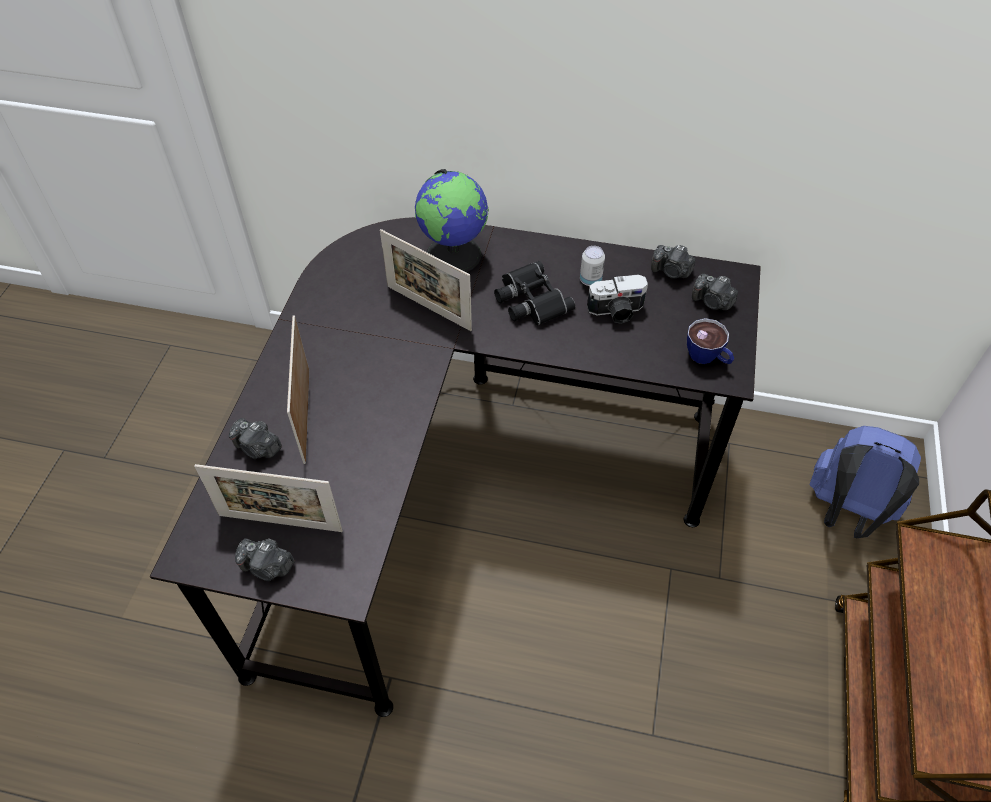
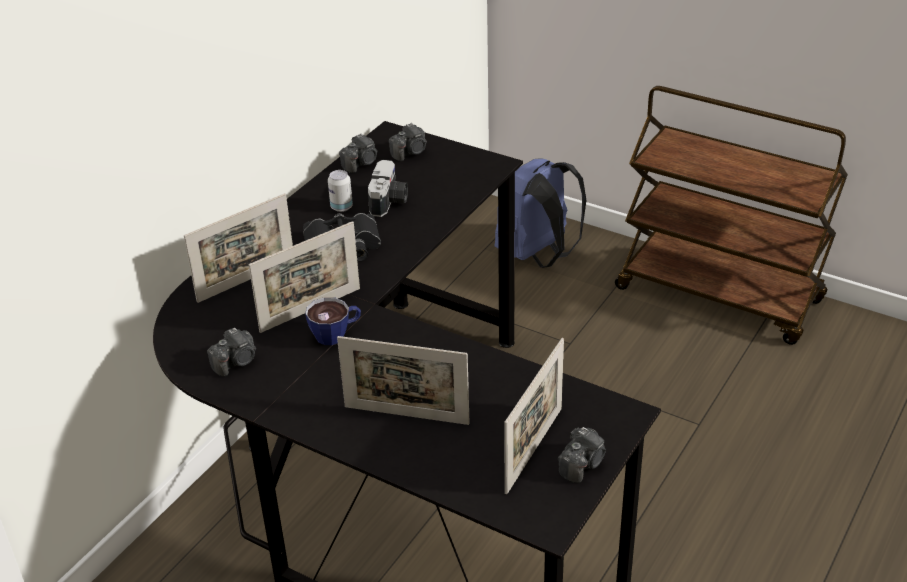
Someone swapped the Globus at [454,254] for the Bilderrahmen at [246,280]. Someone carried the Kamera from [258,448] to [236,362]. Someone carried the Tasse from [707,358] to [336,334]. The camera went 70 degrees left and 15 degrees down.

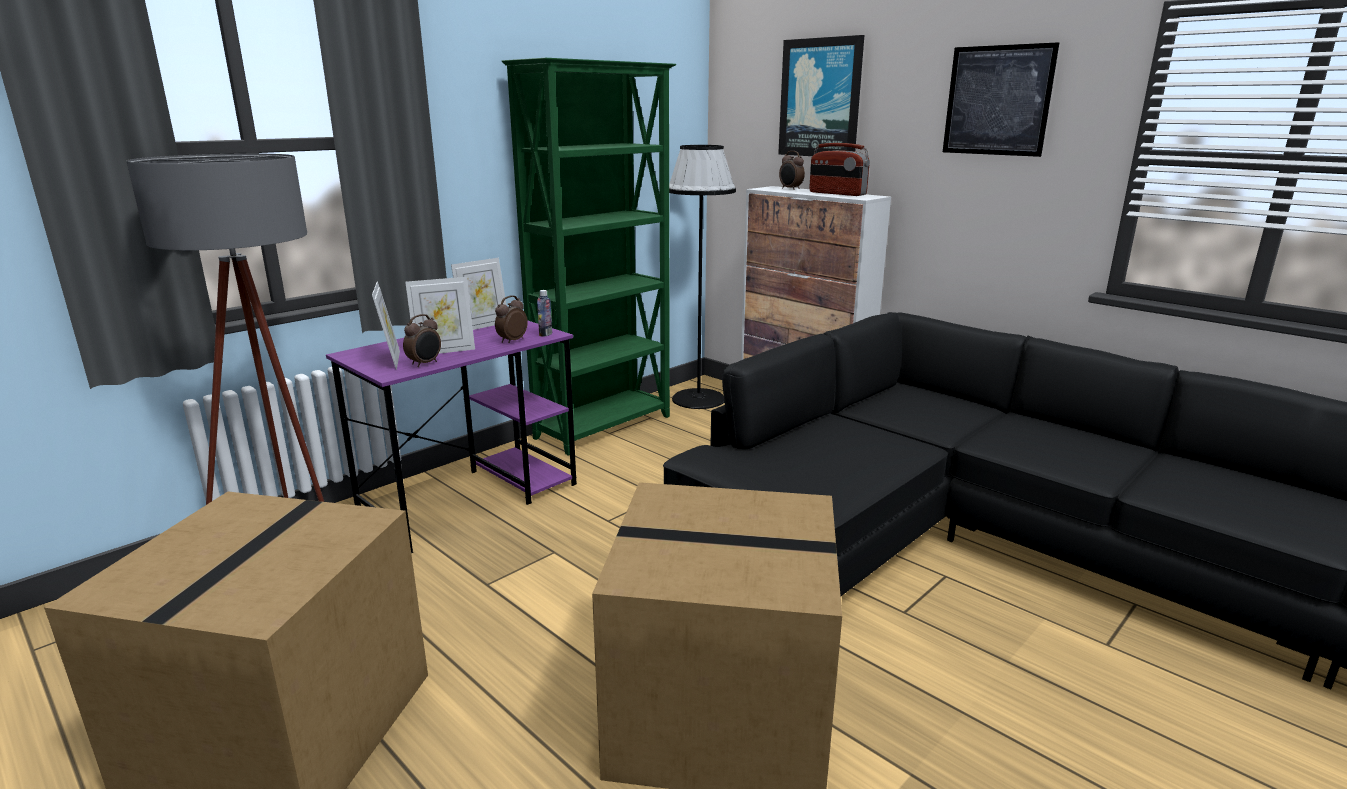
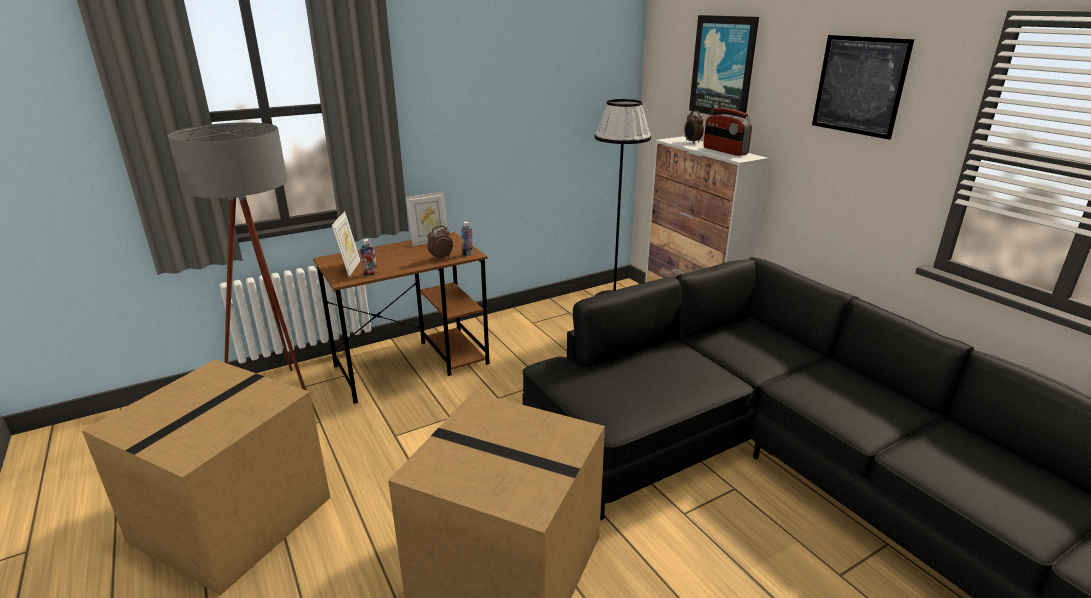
Someone repainted the Schreibtisch [lila] at [472,498], which became the Schreibtisch [braun] at [413,364]. Someone swapped the Wecker at [425,364] for the Flasche at [370,273]. Someone took away the Bilderrahmen at [444,351]. Someone took away the Bücherregal [grün] at [605,427]. The camera went 15 degrees right and 5 degrees up.

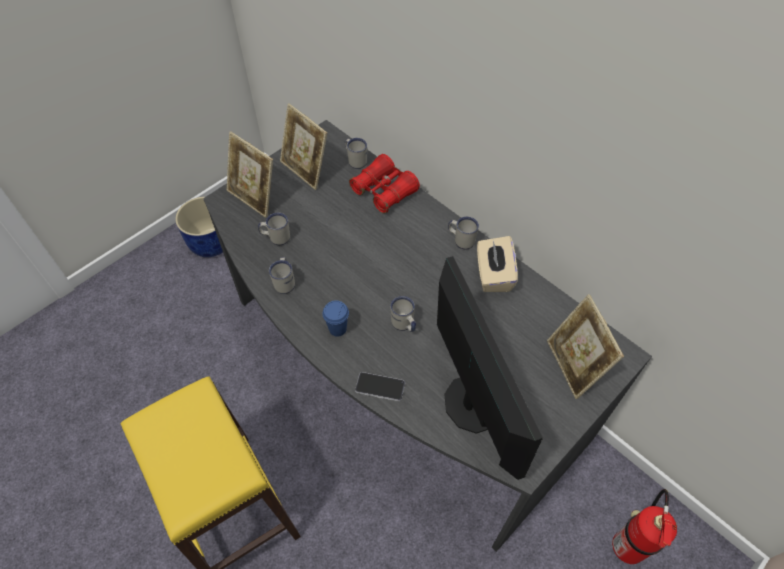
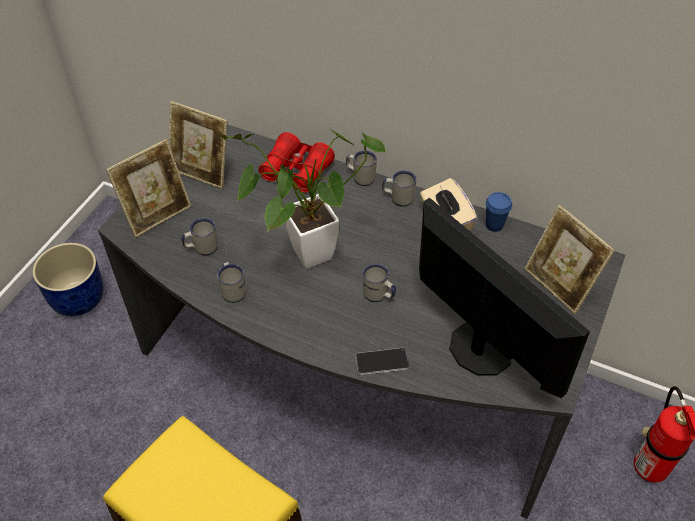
Someone rotated the Bilderrahmen at [254,198] by 60 degrees counterclockwise. Someone put down the Topfpflanze at [303,257]. Someone carried the Henkelbecher [weiß] from [355,160] to [360,177]. Someone carried the Tasse [blau] from [337,329] to [494,225]. The camera went 20 degrees left and 5 degrees down.

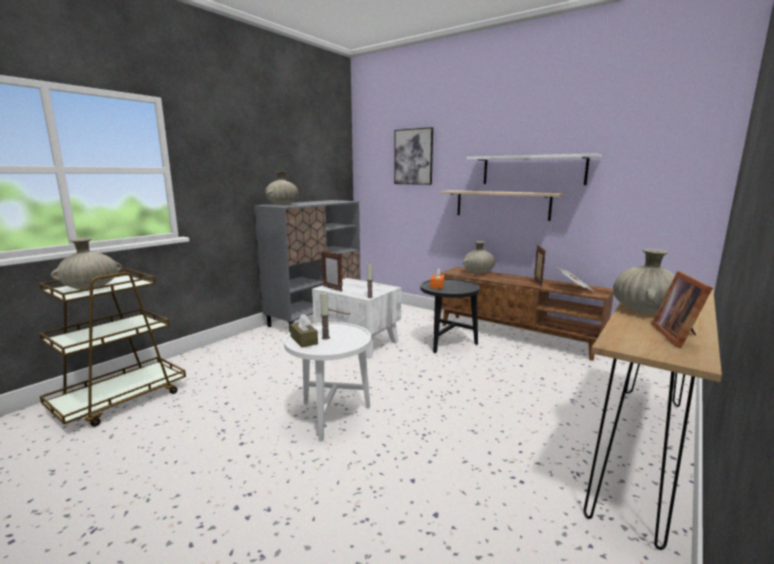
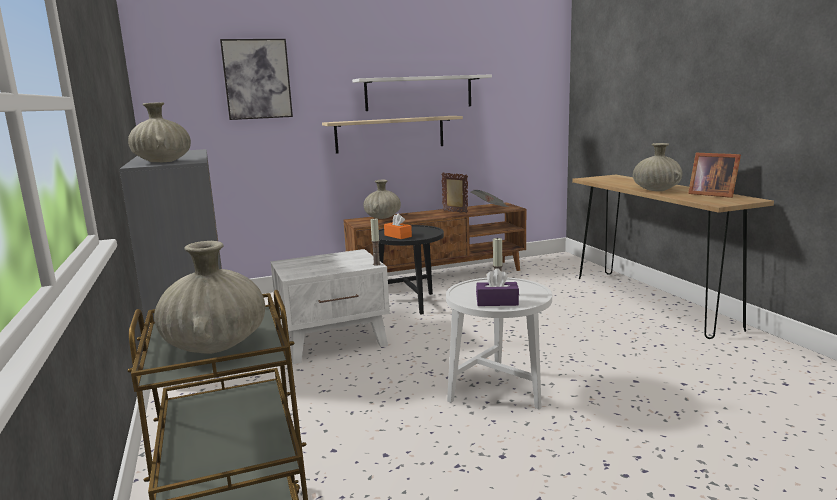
Someone repainted the Taschentuchbox [braun] at [304,340], which became the Taschentuchbox [lila] at [497,302]. Someone took away the Bilderrahmen at [332,289]. The camera went 55 degrees left and 0 degrees up.

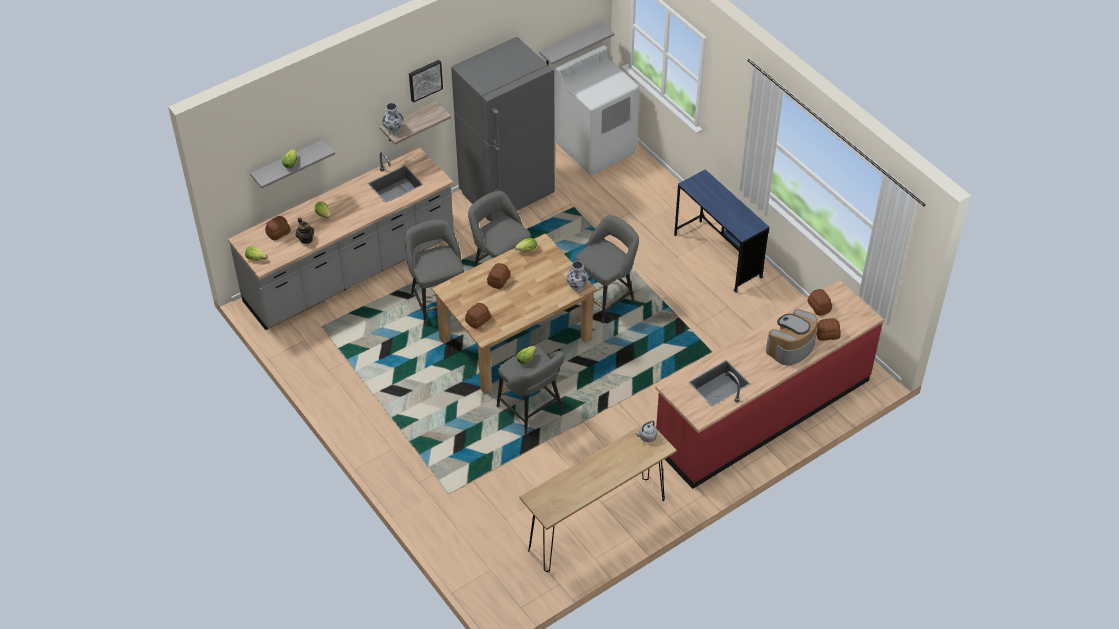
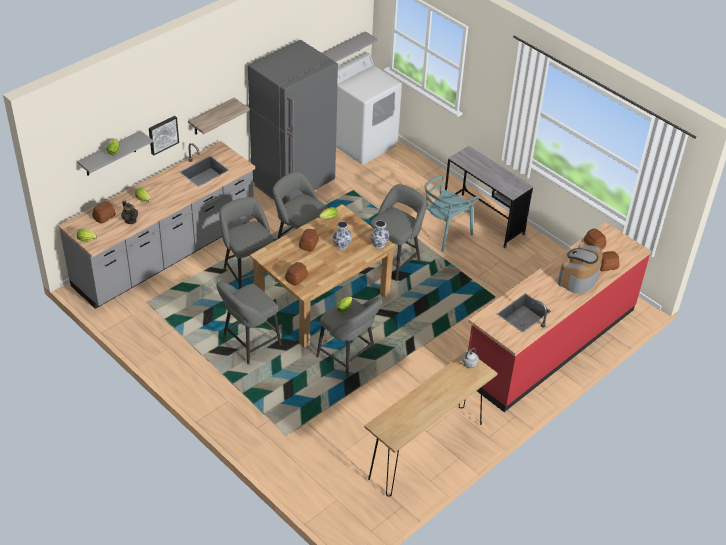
Someone carried the Bild from [424,80] to [162,134]. Someone put down the Hocker [grau] at [249,344]. Someone carried the Vase from [393,129] to [342,245]. Someone put down the Stuhl [türkis] at [443,233]. Someone repainted the Schreibtisch [blau] at [718,256], which became the Schreibtisch [grau] at [483,220]. The camera went 10 degrees left and 5 degrees down.

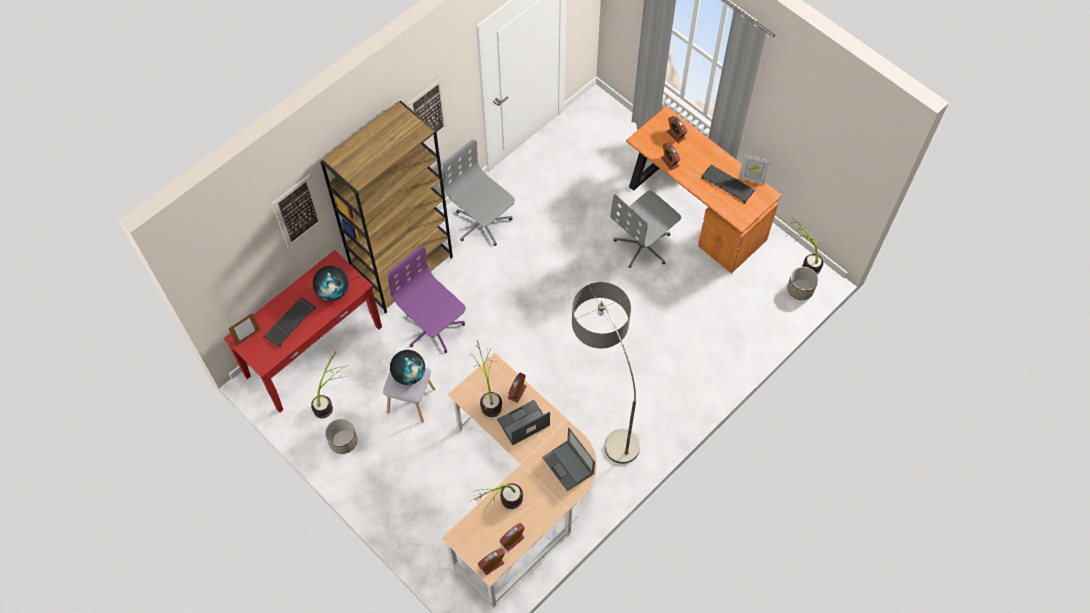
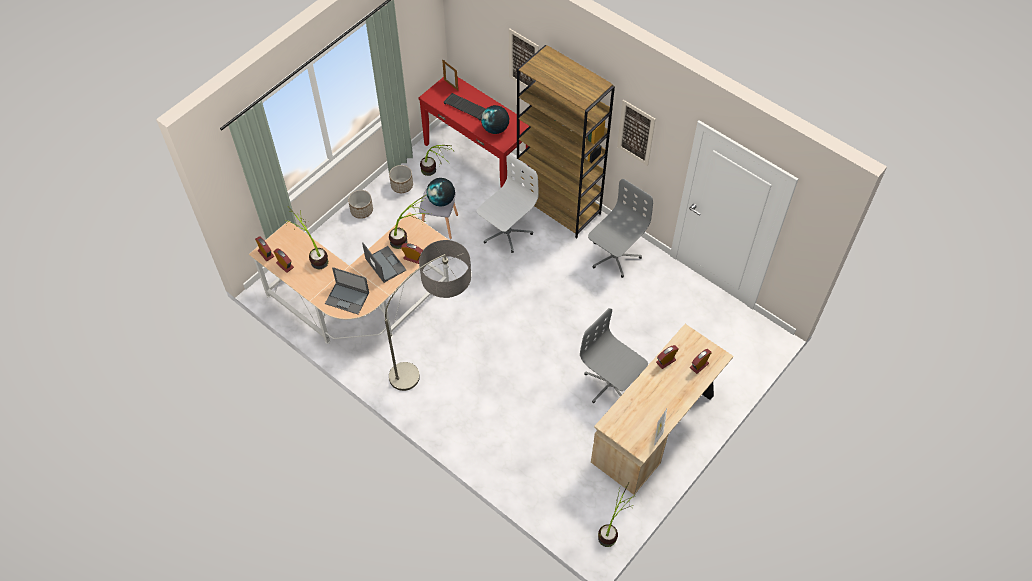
Someone rotated the Laptop at [568,466] by 120 degrees counterclockwise. Someone carried the Pflanzkübel from [800,289] to [362,210]. Someone repainted the Bürostuhl [lila] at [433,328], which became the Bürostuhl [weiß] at [506,232]. Someone repainted the Schreibtisch [orange] at [694,211], which became the Schreibtisch [beige] at [656,427]. Someone took away the Tastatur at [728,184]. The camera went 85 degrees right and 5 degrees down.

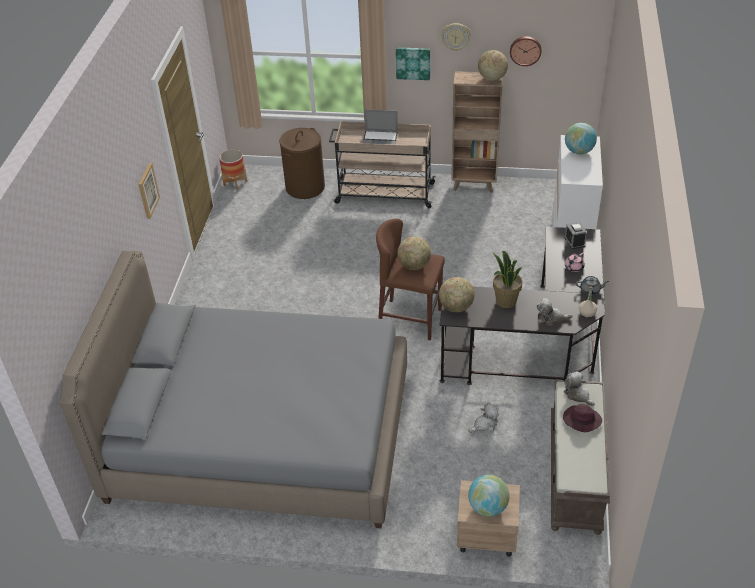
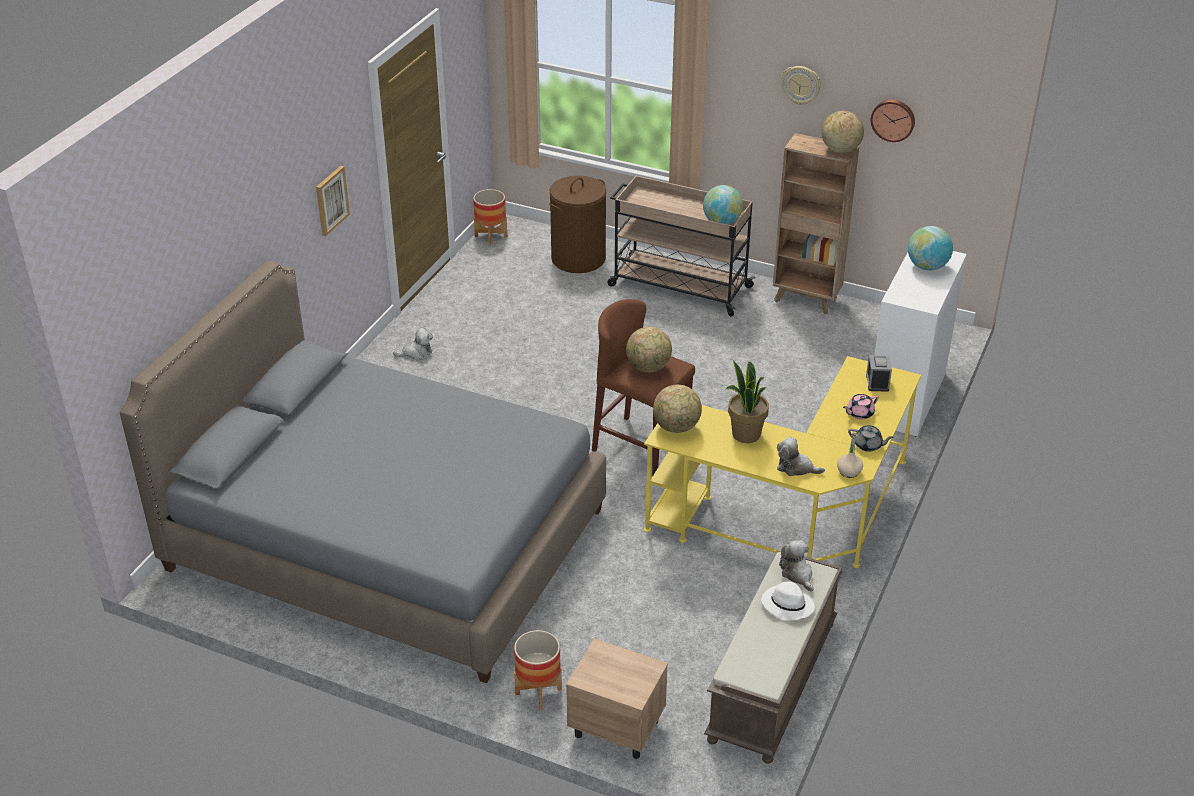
Someone carried the Plüschtier from [484,424] to [416,353]. Someone put down the Pflanzkübel at [538,691]. Someone repainted the Schreibtisch [schwarz] at [535,346], which became the Schreibtisch [gelb] at [793,516]. Someone carried the Globus from [487,507] to [721,222]. Someone repainted the Hut [lila] at [581,420], which became the Hut [weiß] at [786,605]. Someone took away the Laptop at [380,139]. Someone took away the Bild at [413,63]. The camera went 15 degrees right and 5 degrees down.

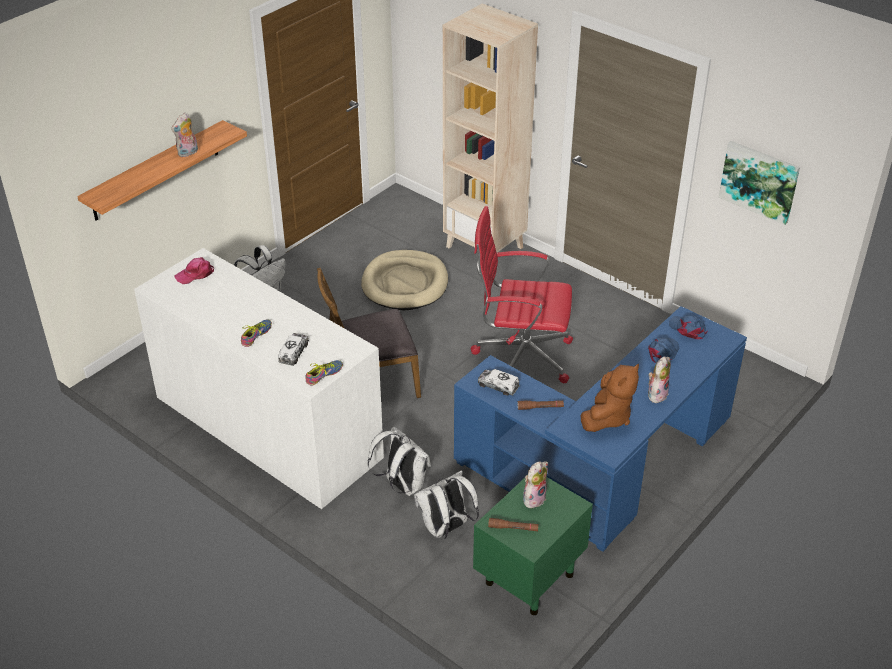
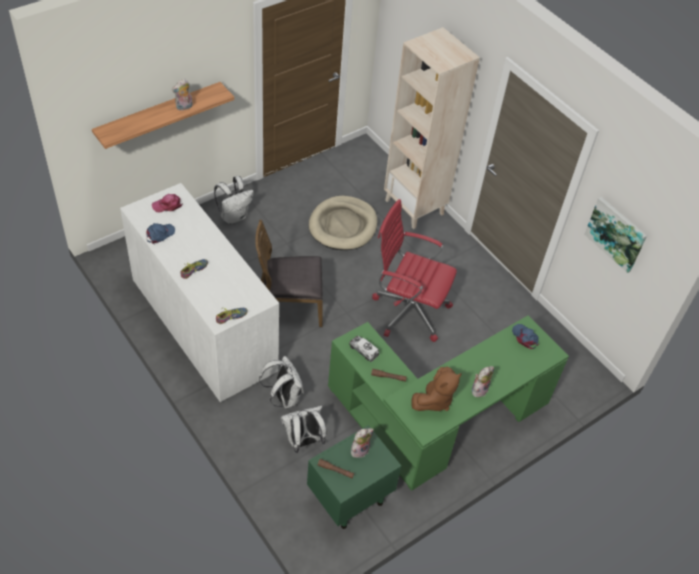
Someone carried the Kappe [blau] from [663,352] to [160,234]. Someone repainted the Schreibtisch [blau] at [604,468], which became the Schreibtisch [grün] at [437,421]. Someone took away the Spielzeuglaster at [294,353]. The camera went 10 degrees right and 10 degrees up.

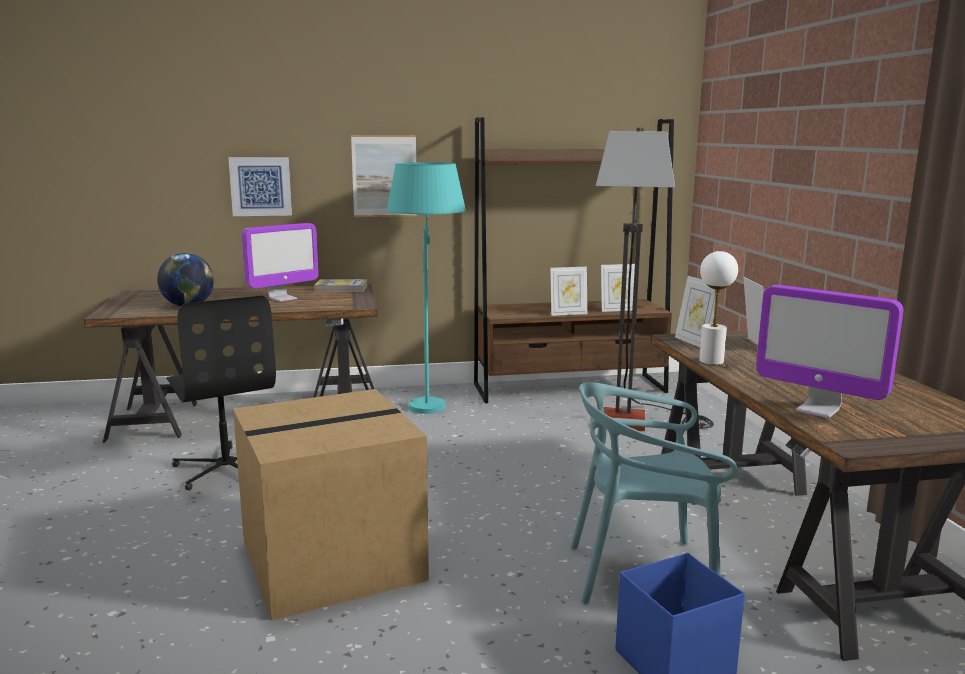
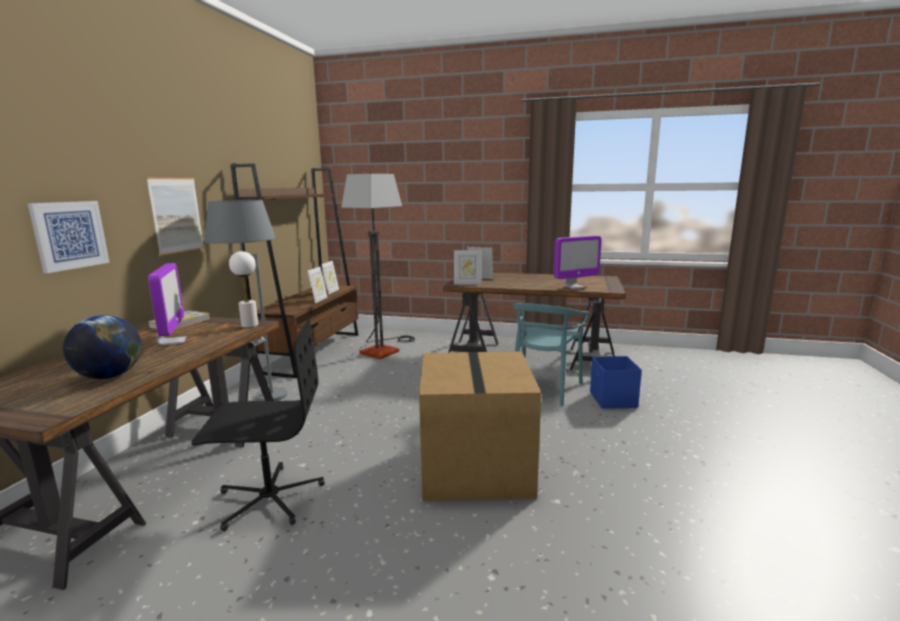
Someone repainted the Stehlampe [türkis] at [428,400], which became the Stehlampe [grau] at [259,393]. Someone carried the Tischlampe [weiß] from [711,361] to [249,325]. The camera went 65 degrees left and 0 degrees up.

